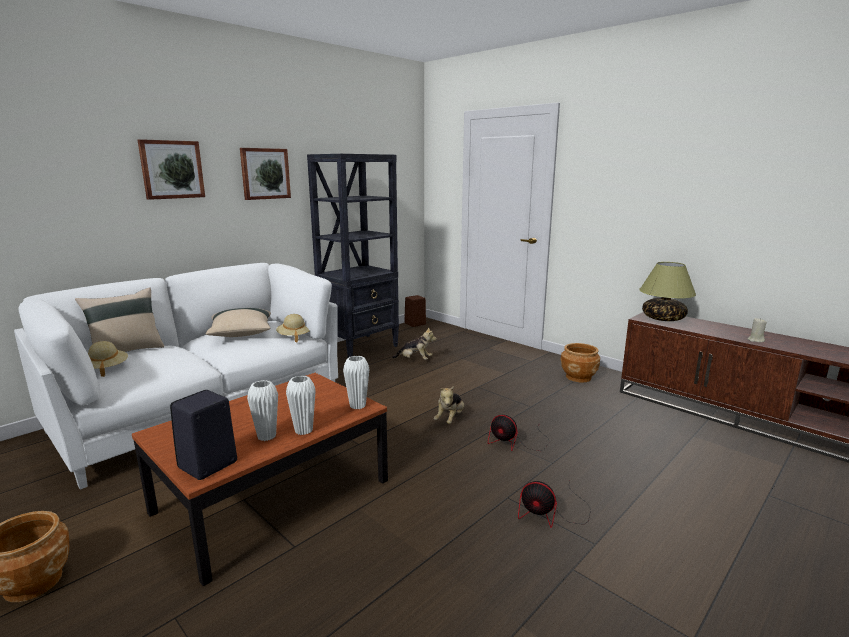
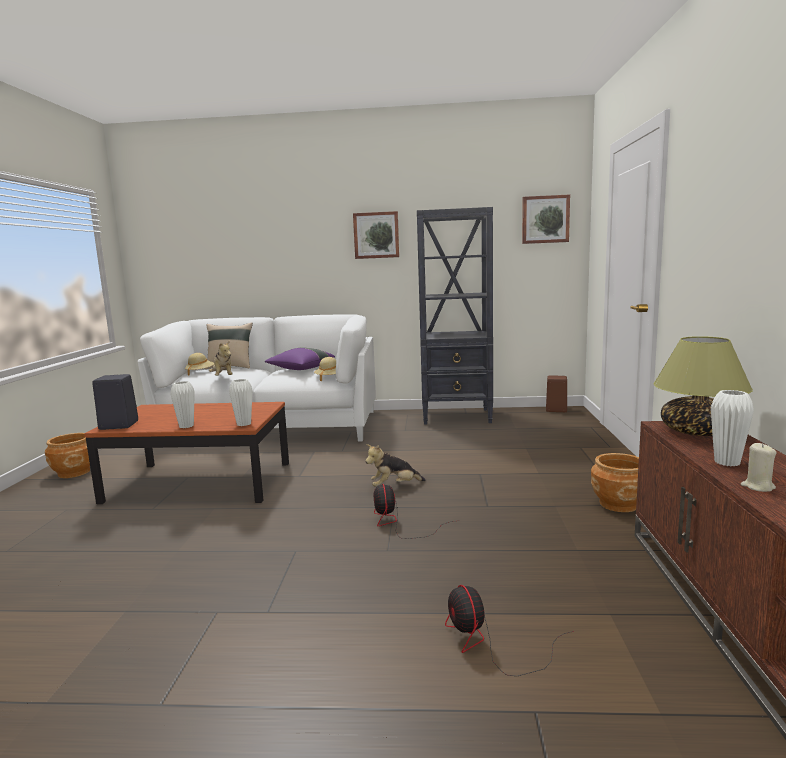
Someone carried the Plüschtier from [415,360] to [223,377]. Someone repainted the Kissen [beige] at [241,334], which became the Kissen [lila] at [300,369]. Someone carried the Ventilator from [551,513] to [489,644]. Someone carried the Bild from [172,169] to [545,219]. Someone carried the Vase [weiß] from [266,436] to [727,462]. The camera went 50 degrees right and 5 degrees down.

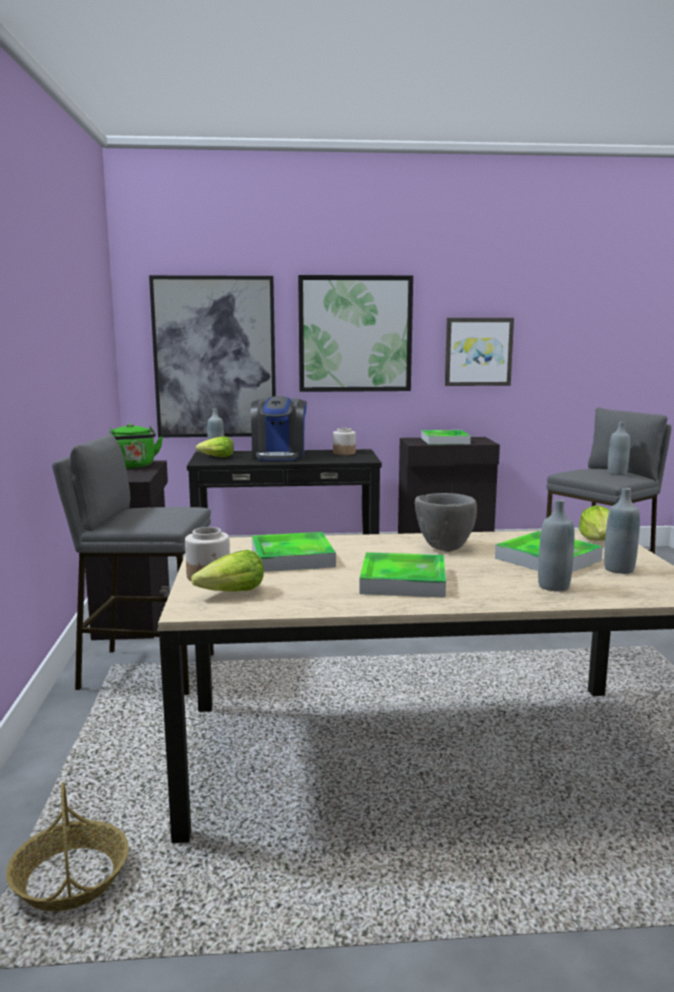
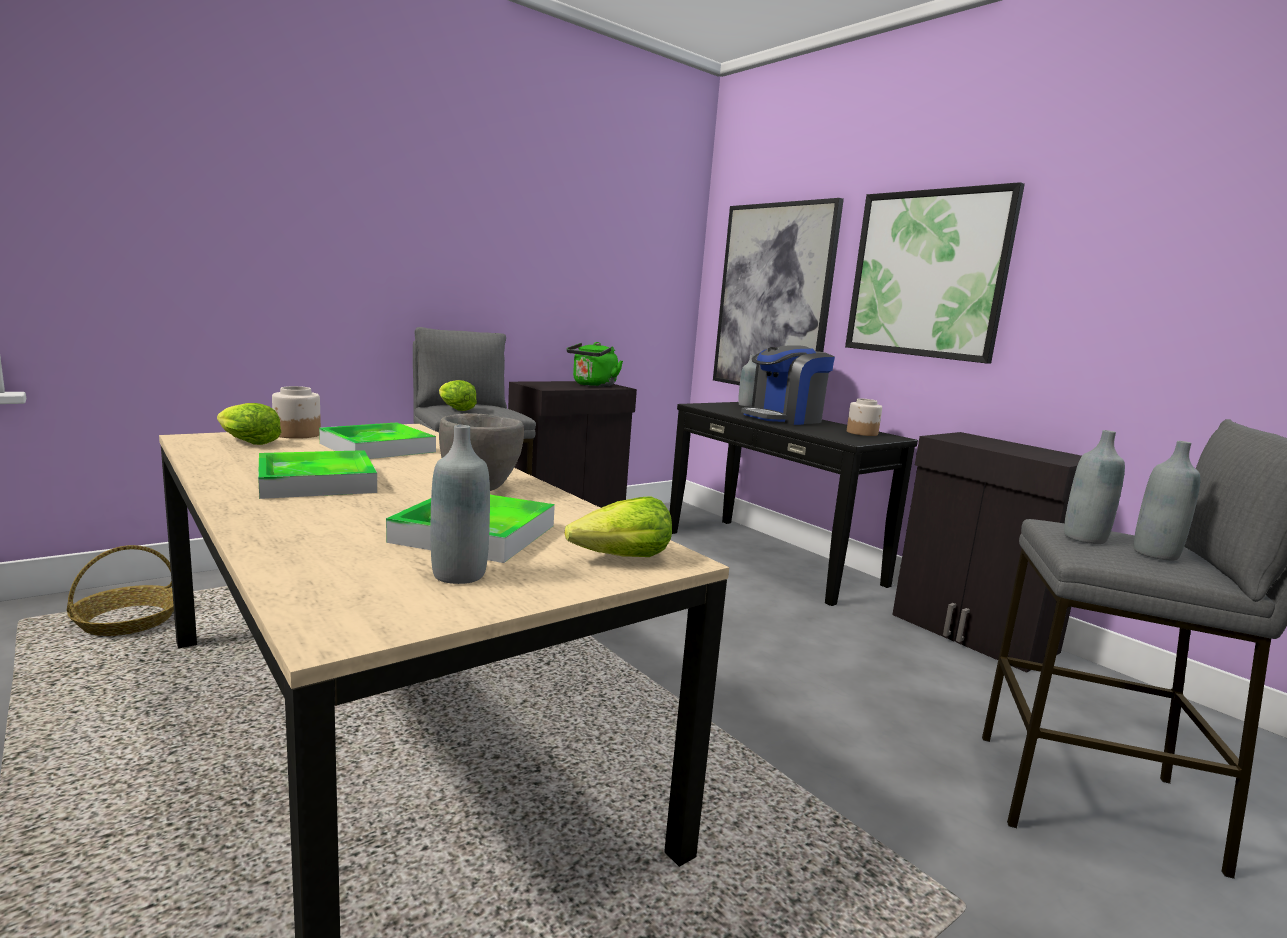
Someone carried the Salatkopf from [217,457] to [455,409]. Someone carried the Flasche [grau] from [553,586] to [1084,538]. Someone took away the Tablett at [445,441]. Someone took away the Bild at [478,352]. The camera went 55 degrees right and 0 degrees up.

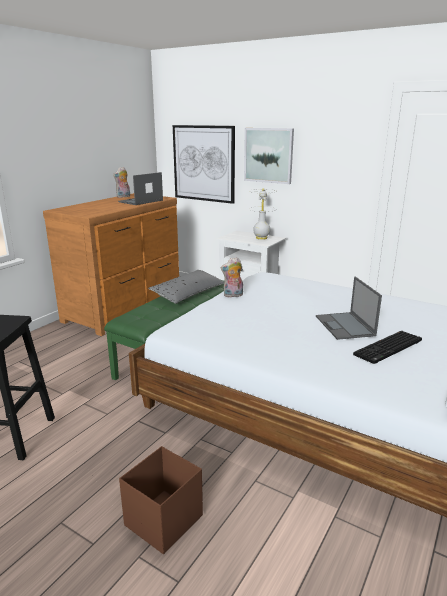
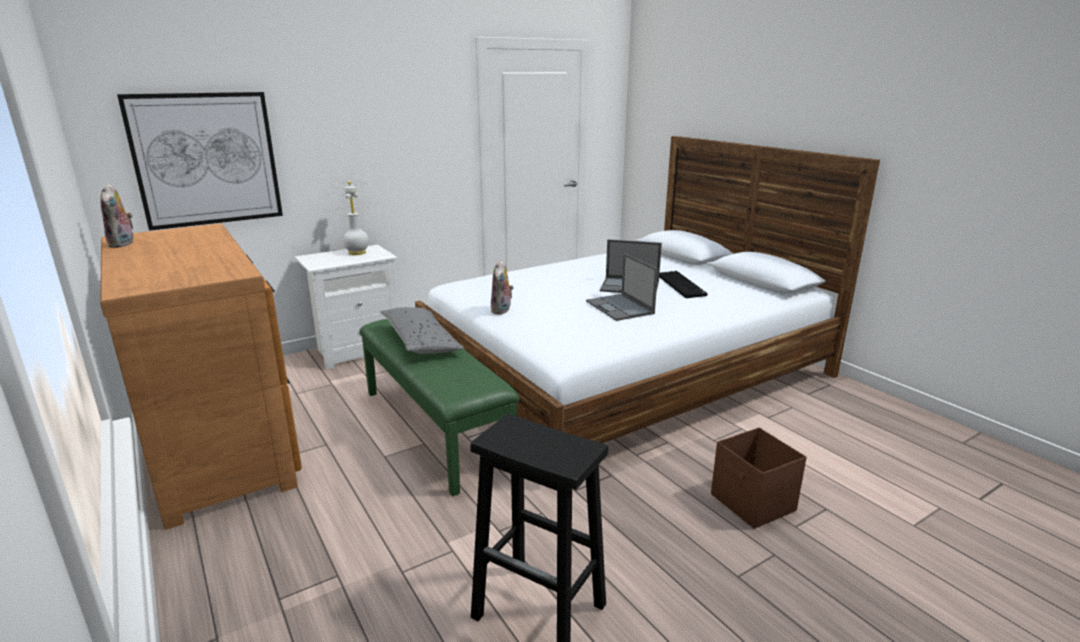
Someone carried the Laptop from [140,201] to [620,307]. Someone took away the Bild at [268,155]. The camera went 65 degrees left and 0 degrees up.

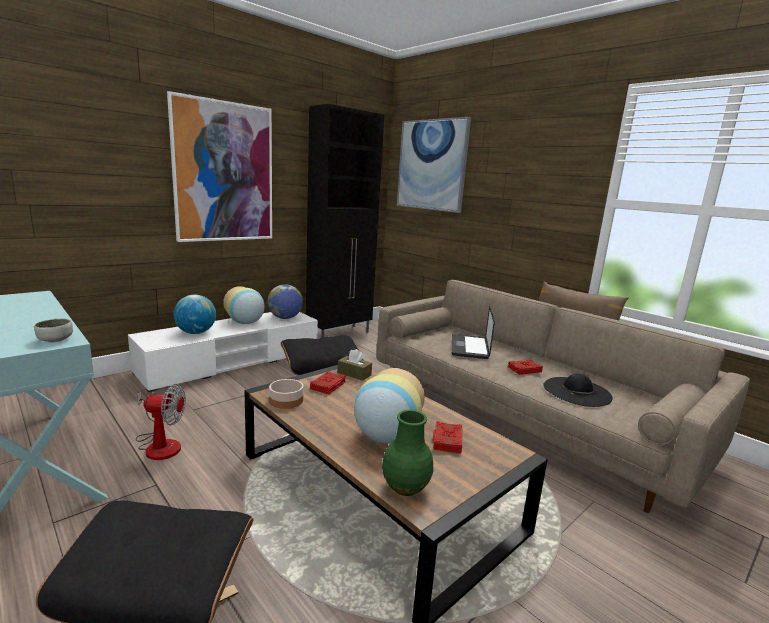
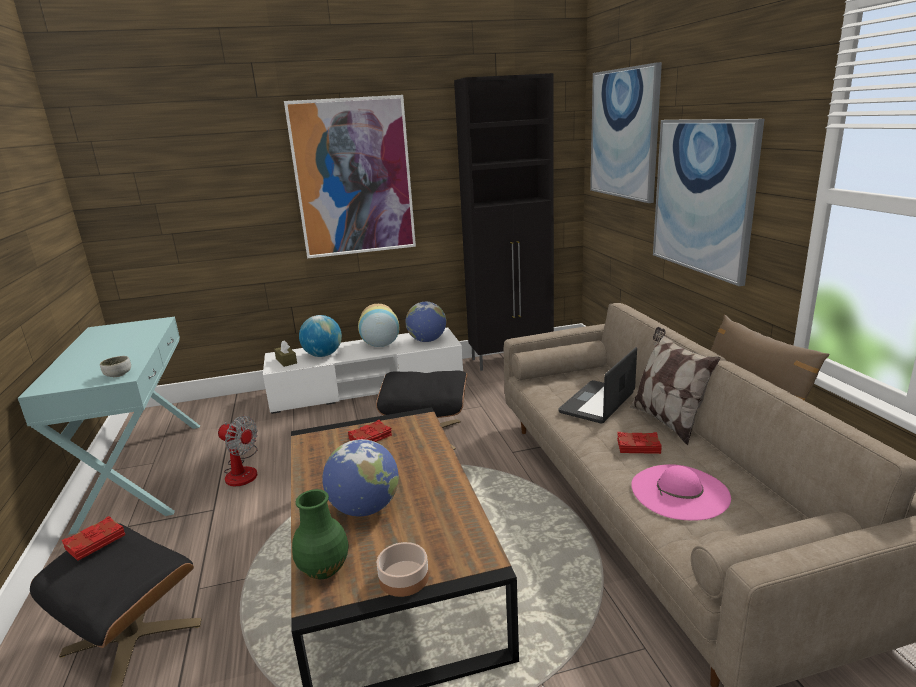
Someone carried the Buch [rot] from [447,441] to [95,542]. Someone carried the Taschentuchbox [braun] from [354,374] to [286,361]. Someone swapped the Vase at [386,436] for the Globus at [365,508]. Someone carried the Schüssel from [286,400] to [404,577]. Someone put down the Kissen at [667,421]. Someone repainted the Hut [schwarz] at [577,391], which became the Hut [rosa] at [679,491]. Someone put up the Bild at [702,197]. The camera went 30 degrees right and 5 degrees up.

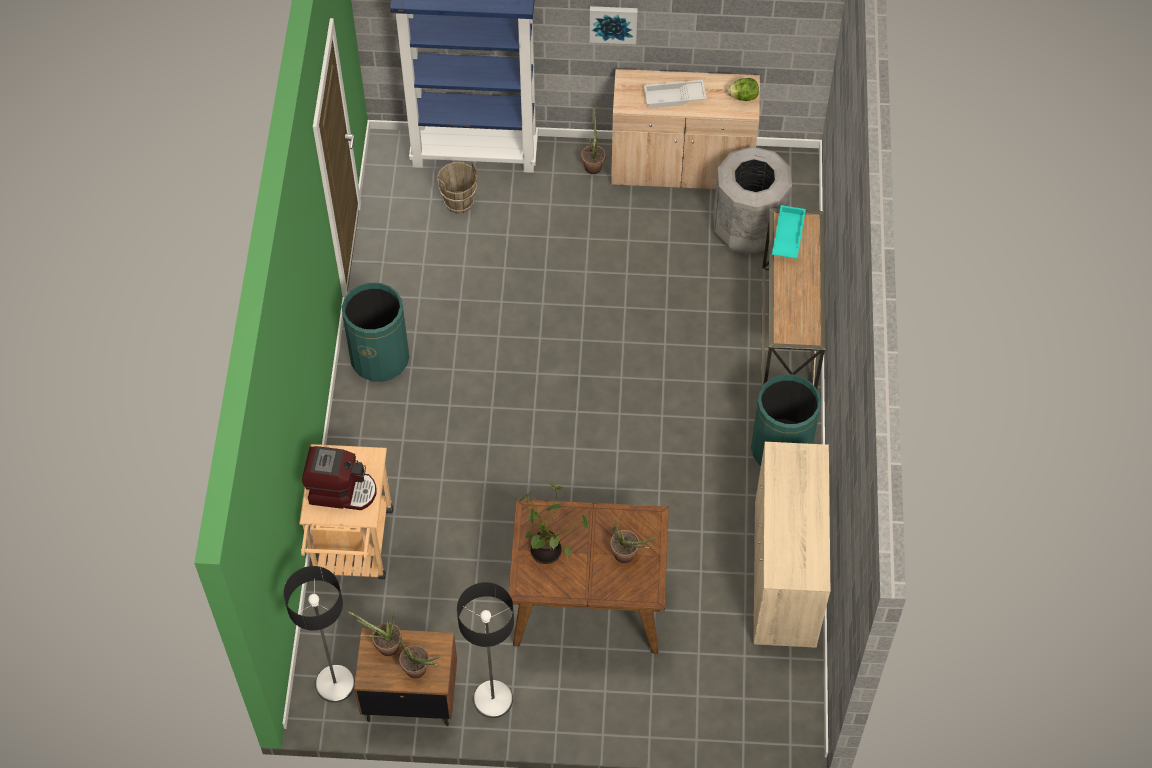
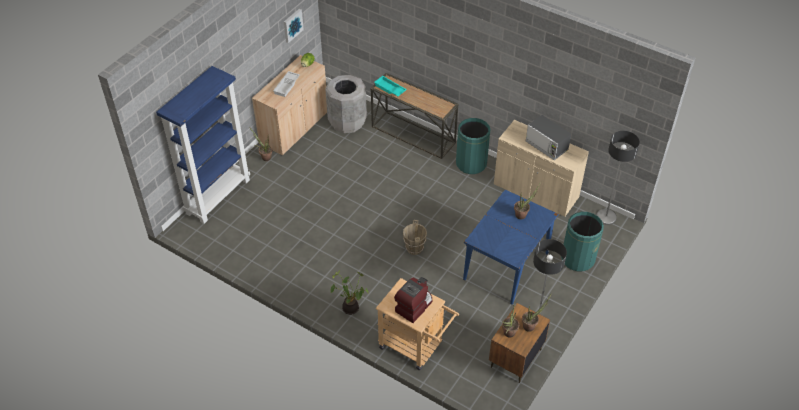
Someone carried the Bild from [613,23] to [292,25]. Someone carried the Topfpflanze from [548,550] to [351,307]. Someone carried the Eimer [braun] from [459,202] to [414,248]. Someone repainted the Esstisch [braun] at [589,602], which became the Esstisch [blau] at [506,265]. Someone put down the Mikrowelle at [547,146]. Someone carried the Mülleimer [grün] from [380,358] to [578,258]. Someone carried the Stehlampe from [335,683] to [606,217]. The camera went 60 degrees left and 10 degrees down.

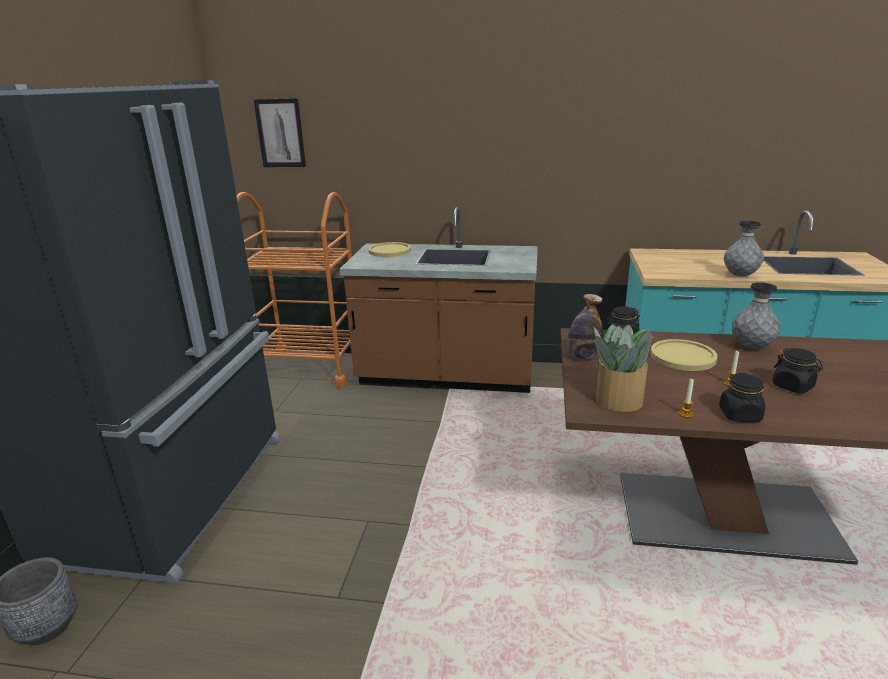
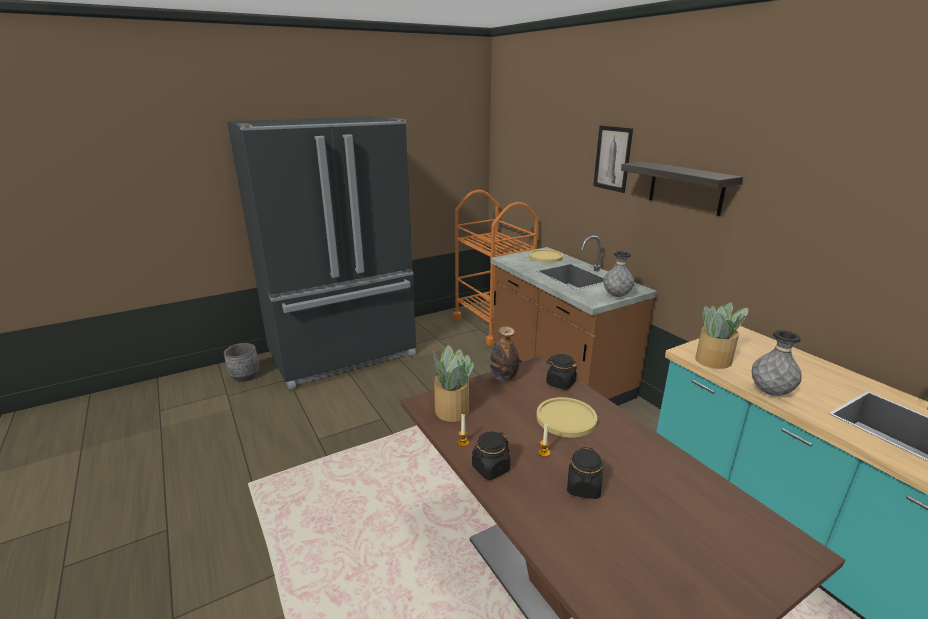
Someone carried the Bild from [280,133] to [612,158]. Someone carried the Vase [grau] from [751,347] to [616,296]. Someone put up the Wandregal at [686,188]. Someone put down the Topfpflanze at [714,360]. The camera went 50 degrees right and 0 degrees up.

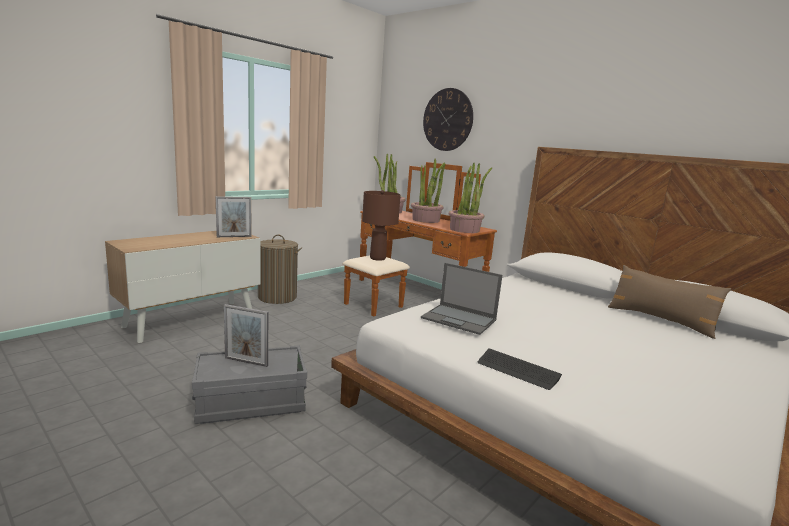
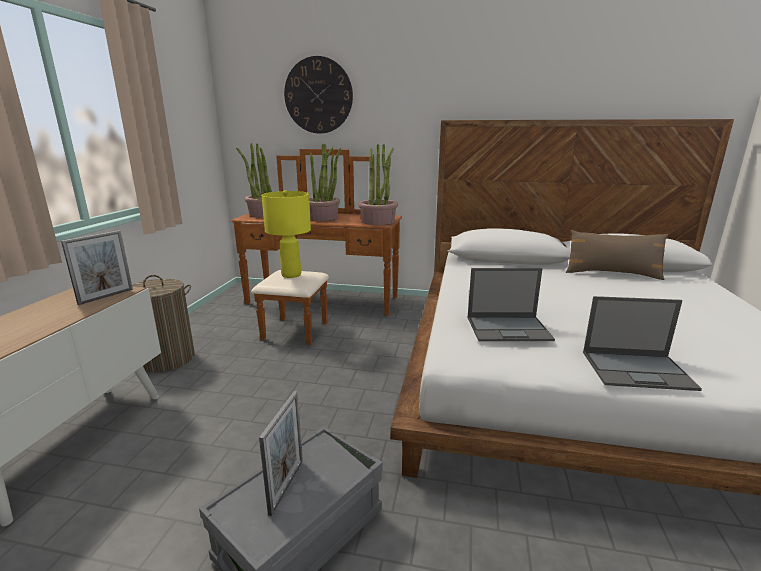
Someone rotated the Bilderrahmen at [246,362] by 60 degrees counterclockwise. Someone repainted the Tischlampe [braun] at [378,258], which became the Tischlampe [gelb] at [291,275]. Someone swapped the Tastatur at [517,370] for the Laptop at [638,370]. The camera went 30 degrees left and 5 degrees up.

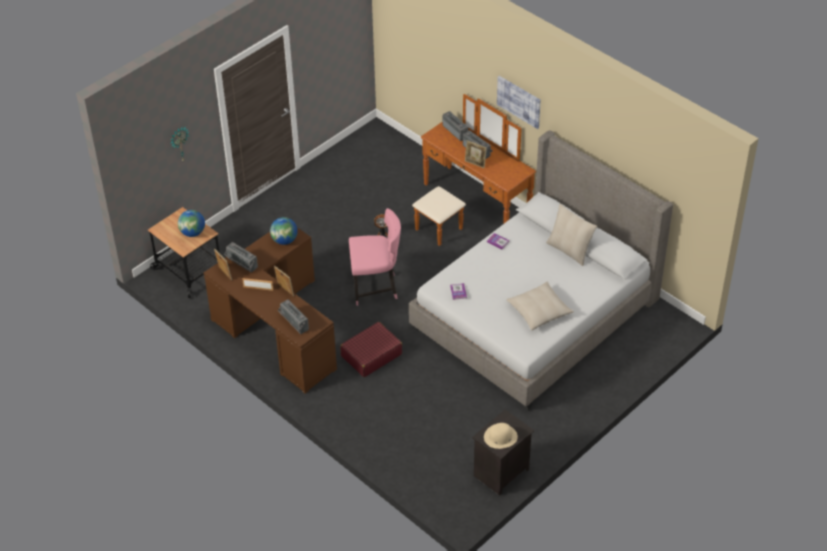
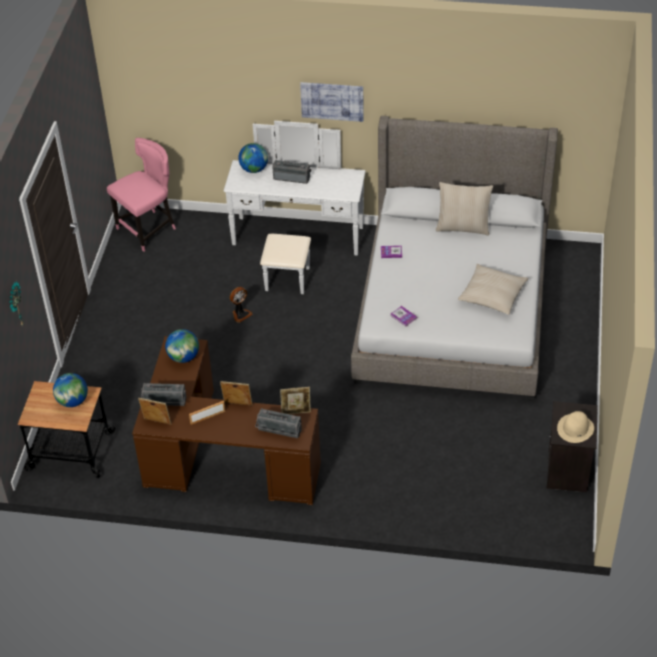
Someone carried the Stuhl [rosa] from [376,288] to [148,229]. Someone repainted the Kommode [braun] at [468,208], which became the Kommode [weiß] at [296,245]. Someone swapped the Radio at [456,131] for the Globus at [254,169]. Someone carried the Bilderrahmen from [475,164] to [296,412]. Someone took away the Koffer [rot] at [371,355]. The camera went 35 degrees left and 0 degrees up.

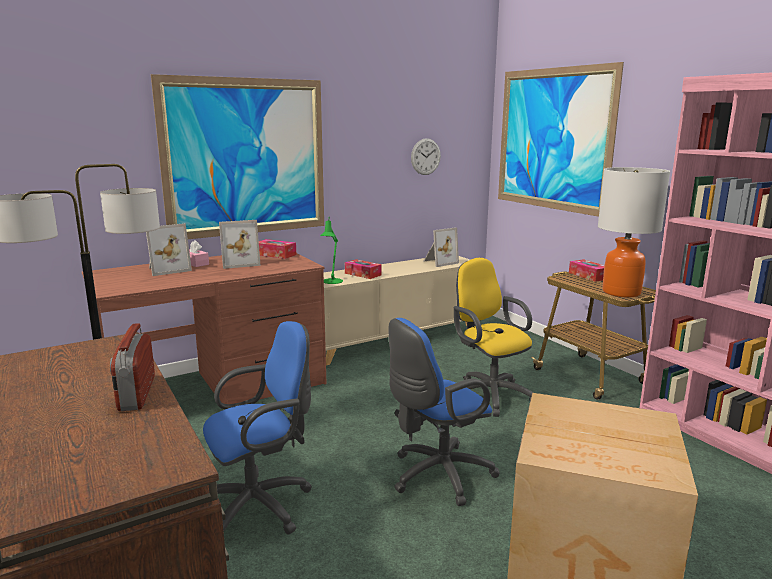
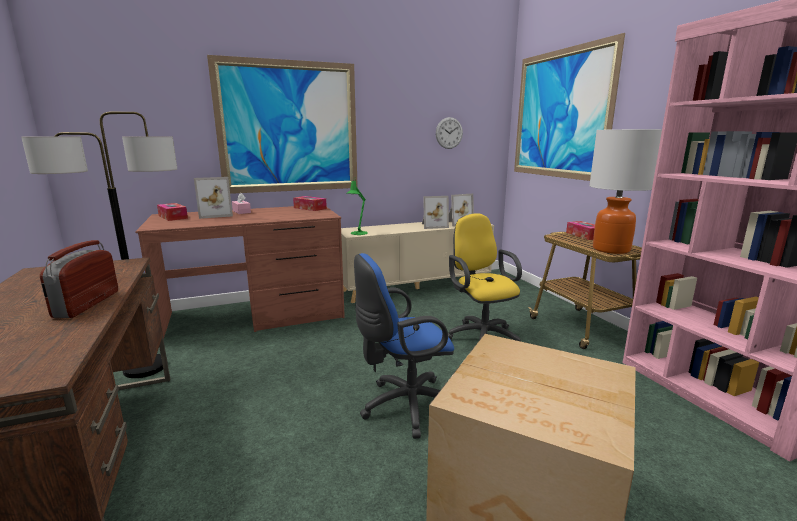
Someone carried the Taschentuchbox from [363,274] to [173,217]. Someone carried the Bilderrahmen from [239,263] to [433,226]. Someone took away the Bürostuhl [blau] at [261,505]. The camera went 10 degrees right and 0 degrees up.

